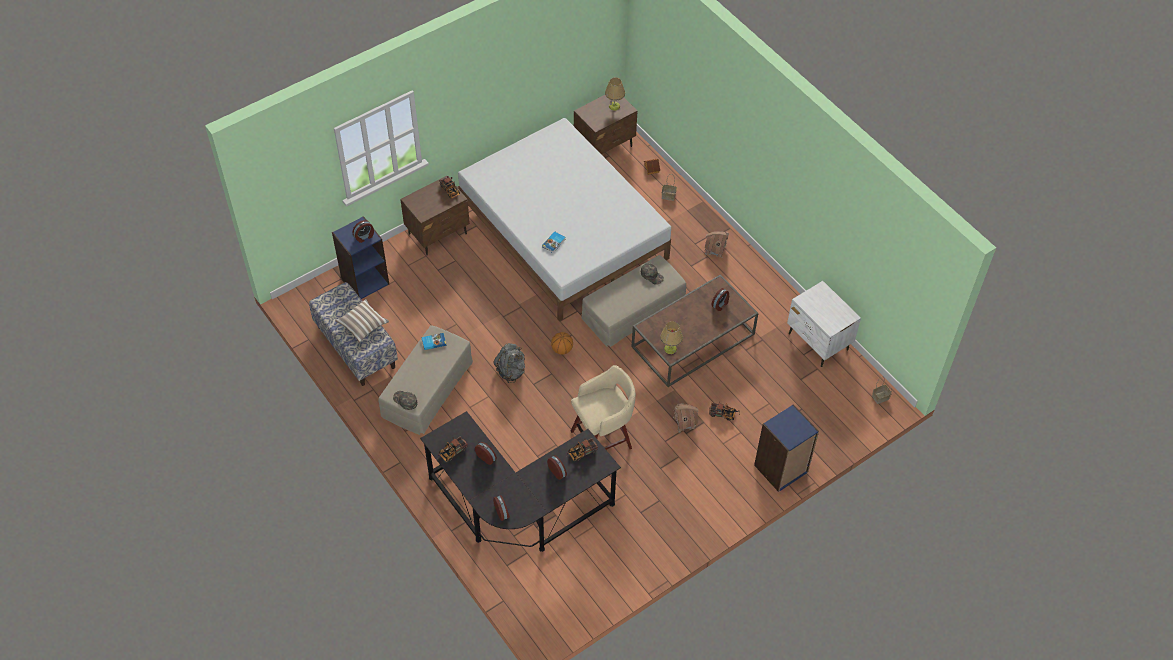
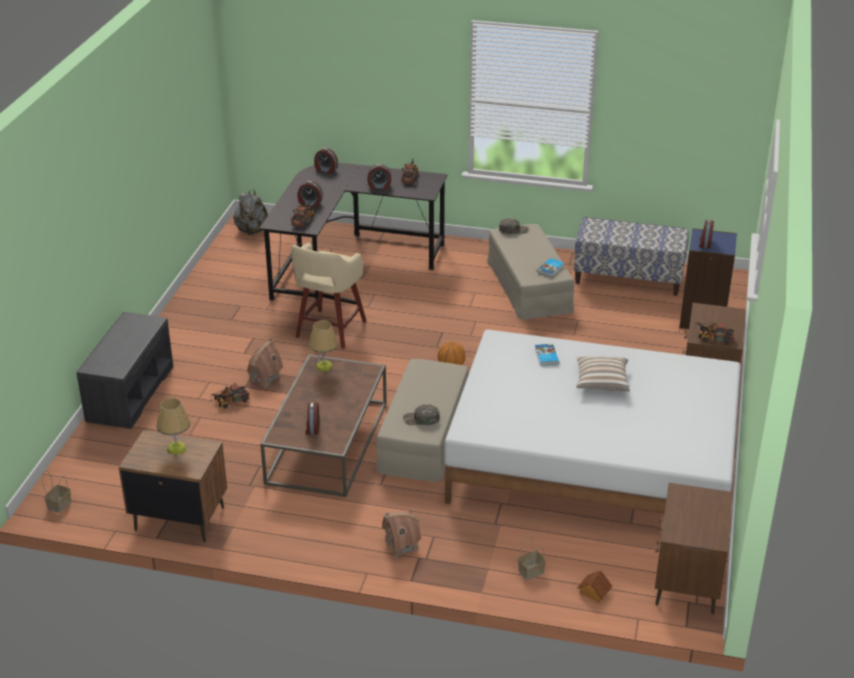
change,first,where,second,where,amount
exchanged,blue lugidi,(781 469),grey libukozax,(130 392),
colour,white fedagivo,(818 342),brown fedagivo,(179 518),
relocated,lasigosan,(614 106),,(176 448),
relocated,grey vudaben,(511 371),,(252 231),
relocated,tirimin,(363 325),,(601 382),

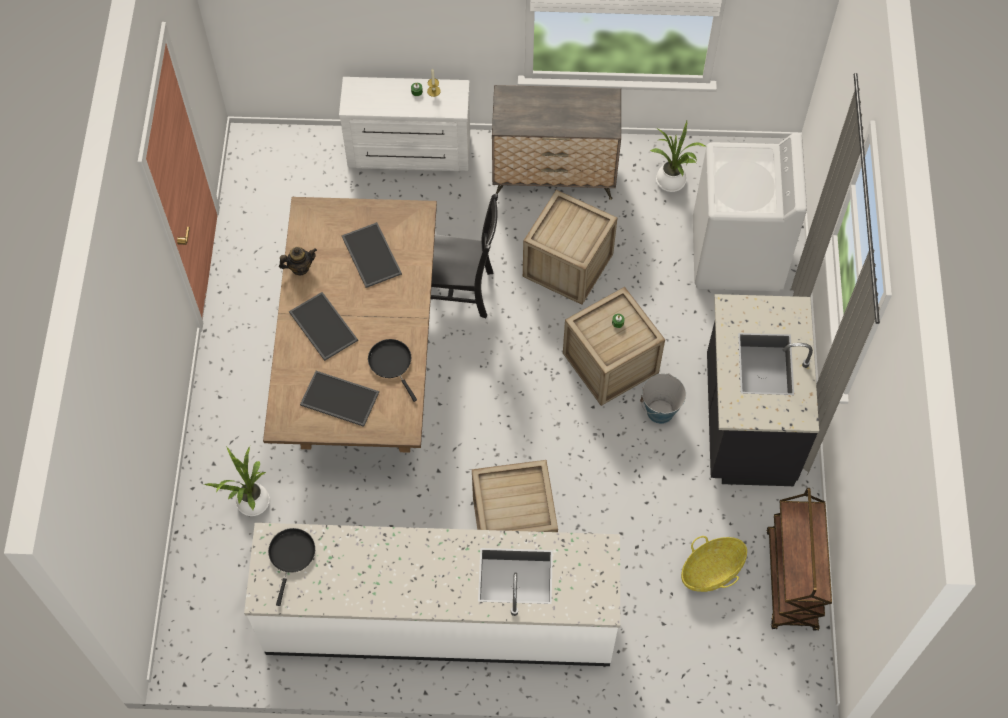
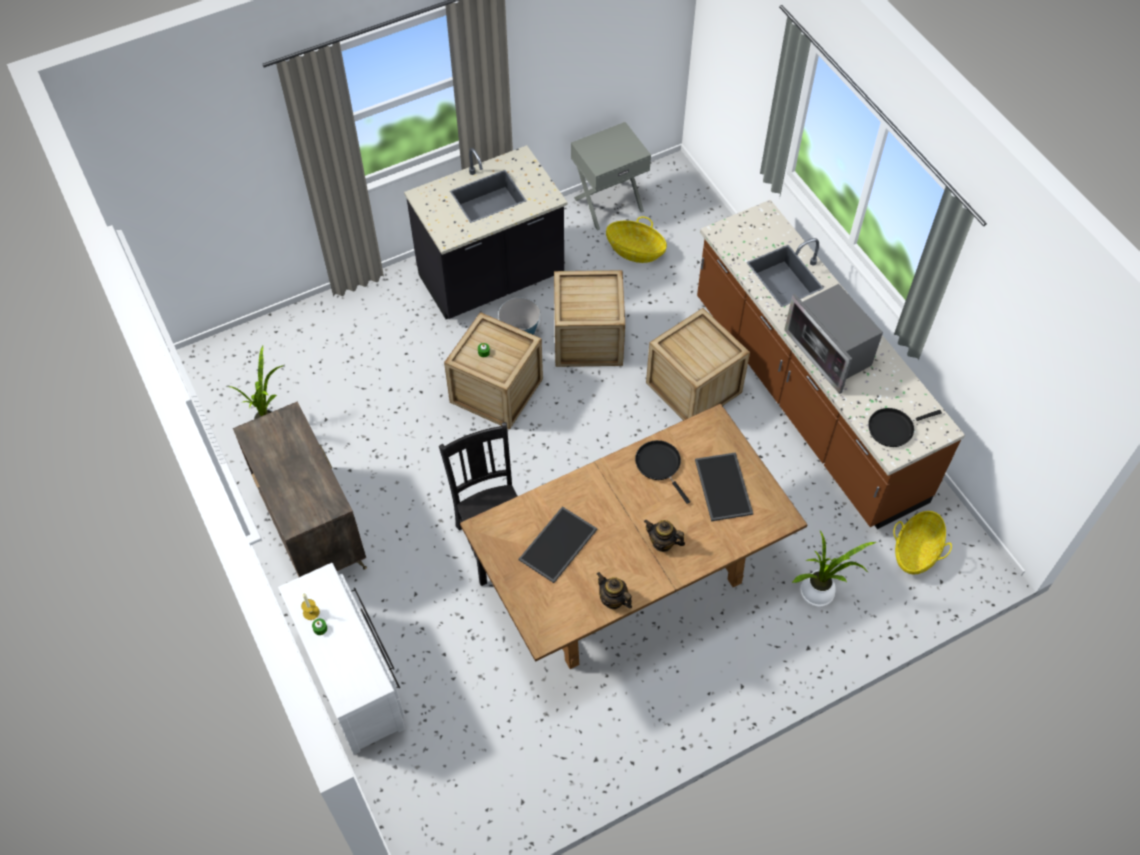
change,first,where,second,where,amount
relocated,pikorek,(568 265),,(588 339),
exchanged,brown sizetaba,(791 581),grey fedagivo,(608 203),
spun,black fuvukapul,(391 363),,(660 465),120 degrees clockwise
exchanged,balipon,(322 326),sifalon,(662 543),
colour,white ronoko,(439 618),brown ronoko,(805 399),
appeared,,,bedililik,(830 351),
appeared,,,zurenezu,(916 551),
missing,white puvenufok,(737 255),,,

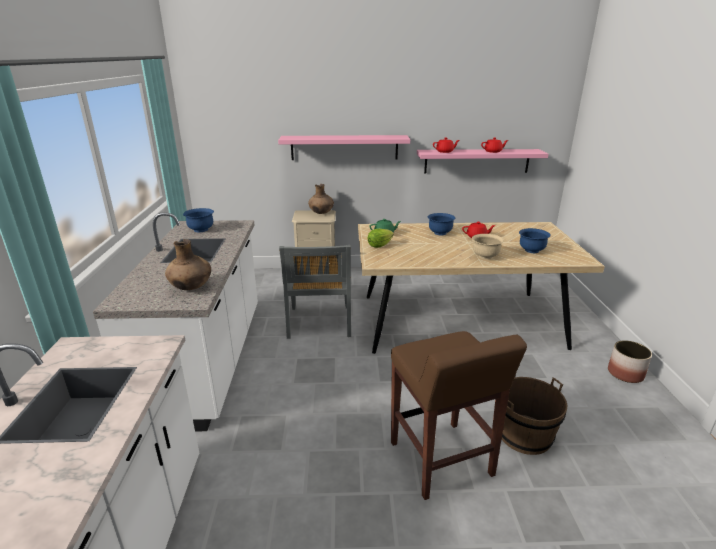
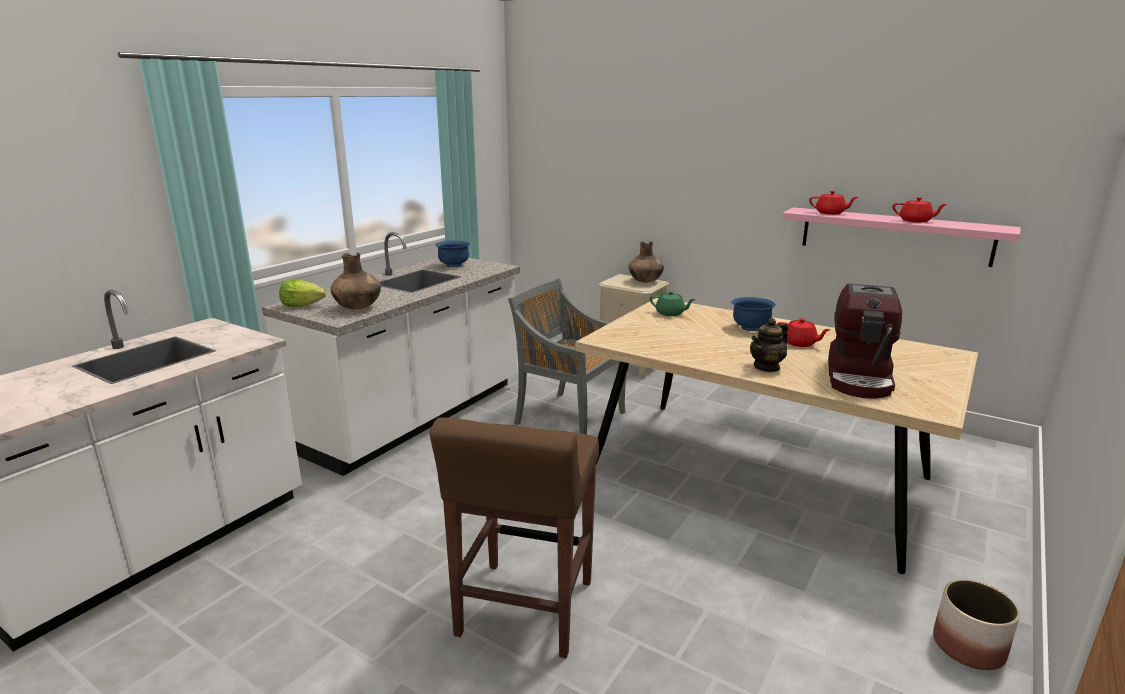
change,first,where,second,where,amount
relocated,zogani,(379 245),,(302 306),
spun,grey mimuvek,(319 323),,(569 417),90 degrees clockwise
exchanged,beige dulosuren,(485 256),sifalon,(767 367),
exchanged,blue dulosuren,(531 250),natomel,(860 378),
missing,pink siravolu,(344 147),,,
missing,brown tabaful,(524 435),,,

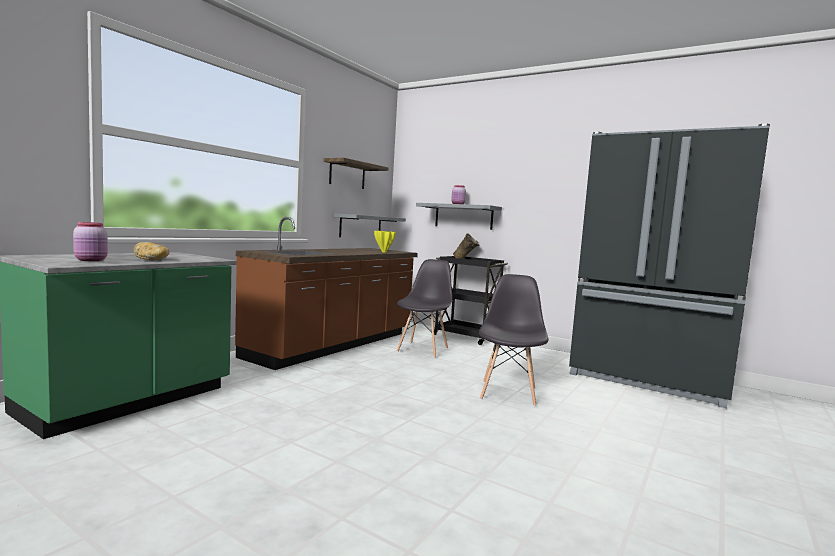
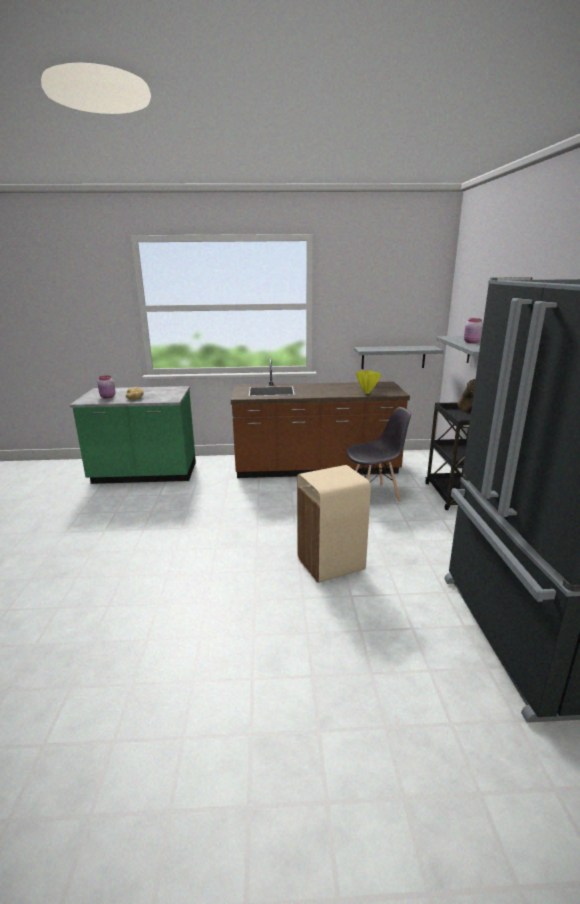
change,first,where,second,where,amount
exchanged,grey mimuvek,(508 393),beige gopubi,(331 564),
missing,siravolu,(347 174),,,

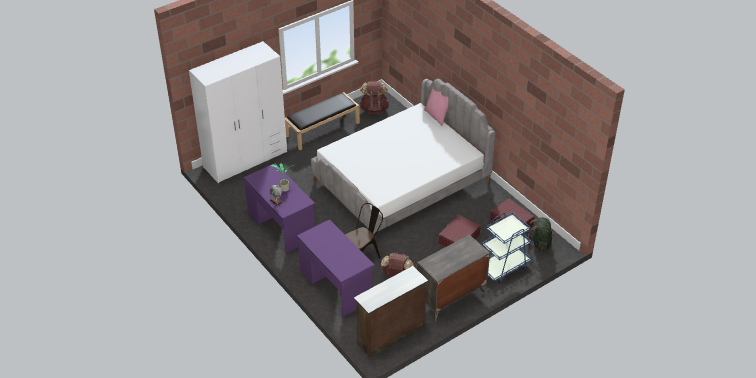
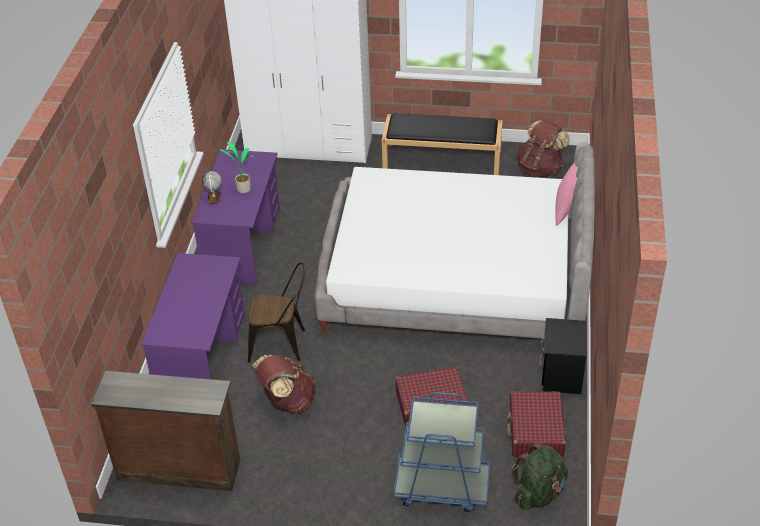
change,first,where,second,where,amount
appeared,,,black fedagivo,(561 375),
missing,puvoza,(450 297),,,

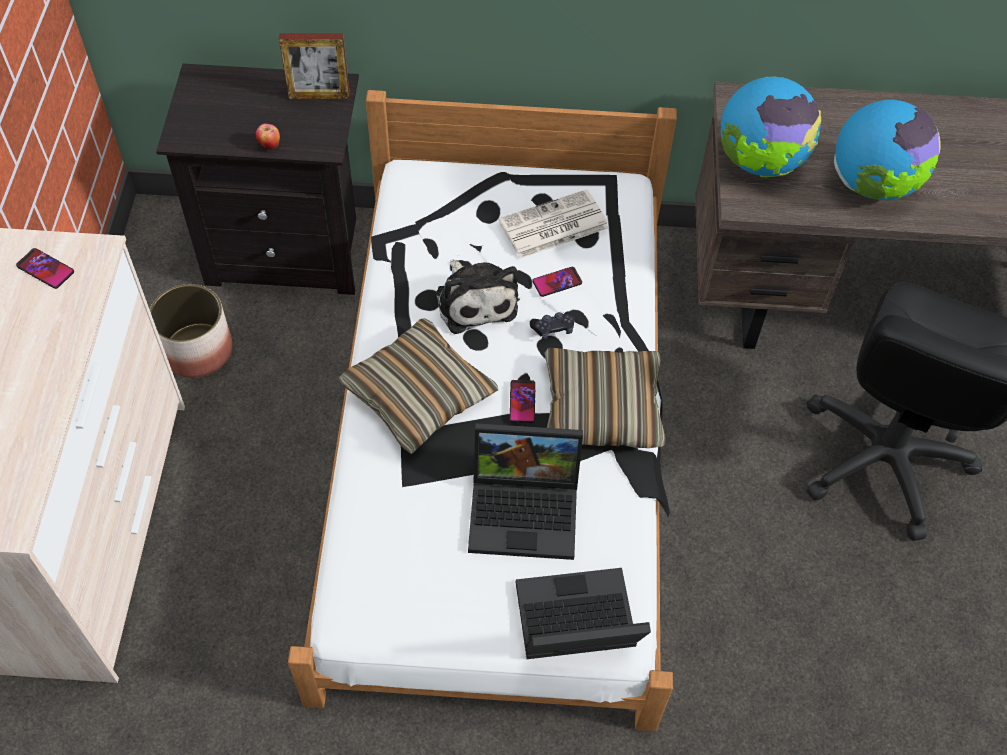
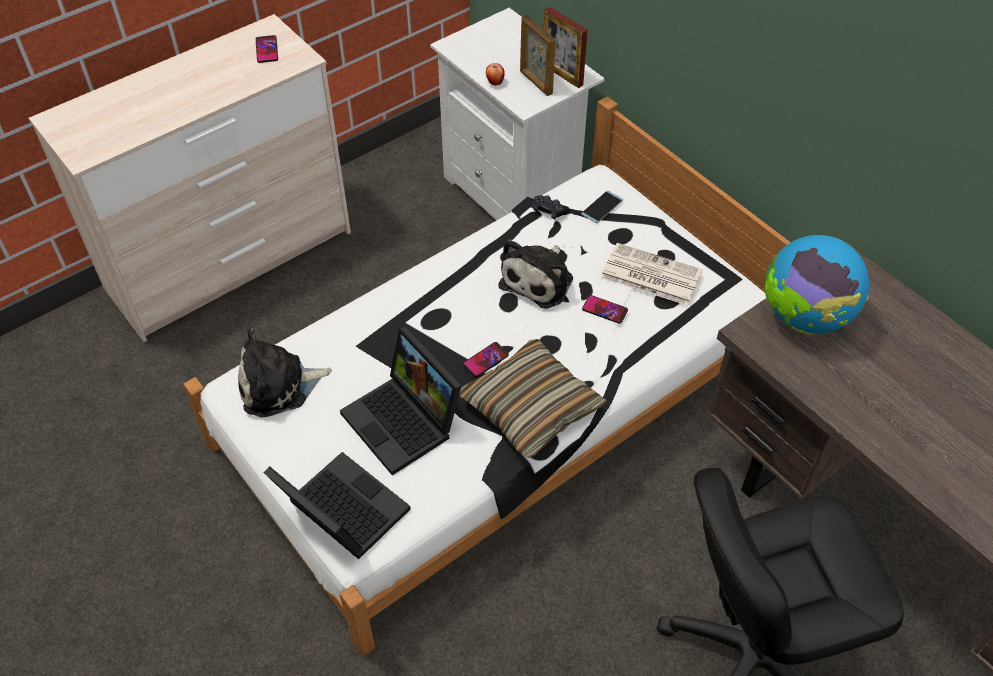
change,first,where,second,where,amount
appeared,,,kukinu,(279 385),
colour,black fedagivo,(289 250),white fedagivo,(515 193),
appeared,,,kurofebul,(535 82),
relocated,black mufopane,(553 328),,(549 211),
appeared,,,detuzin,(602 207),
missing,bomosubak,(198 350),,,
missing,tirimin,(418 394),,,
missing,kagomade,(873 185),,,

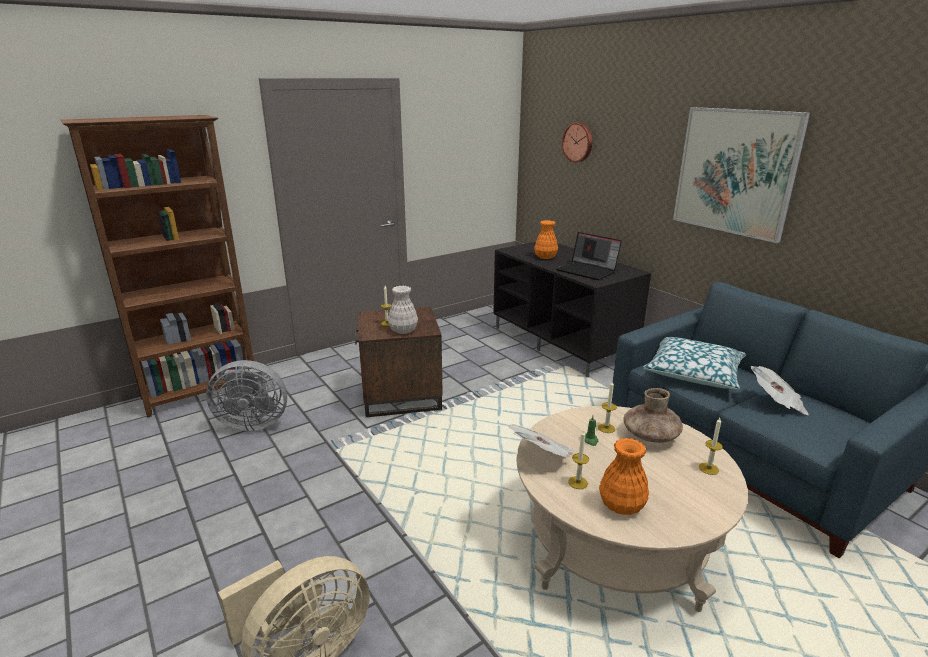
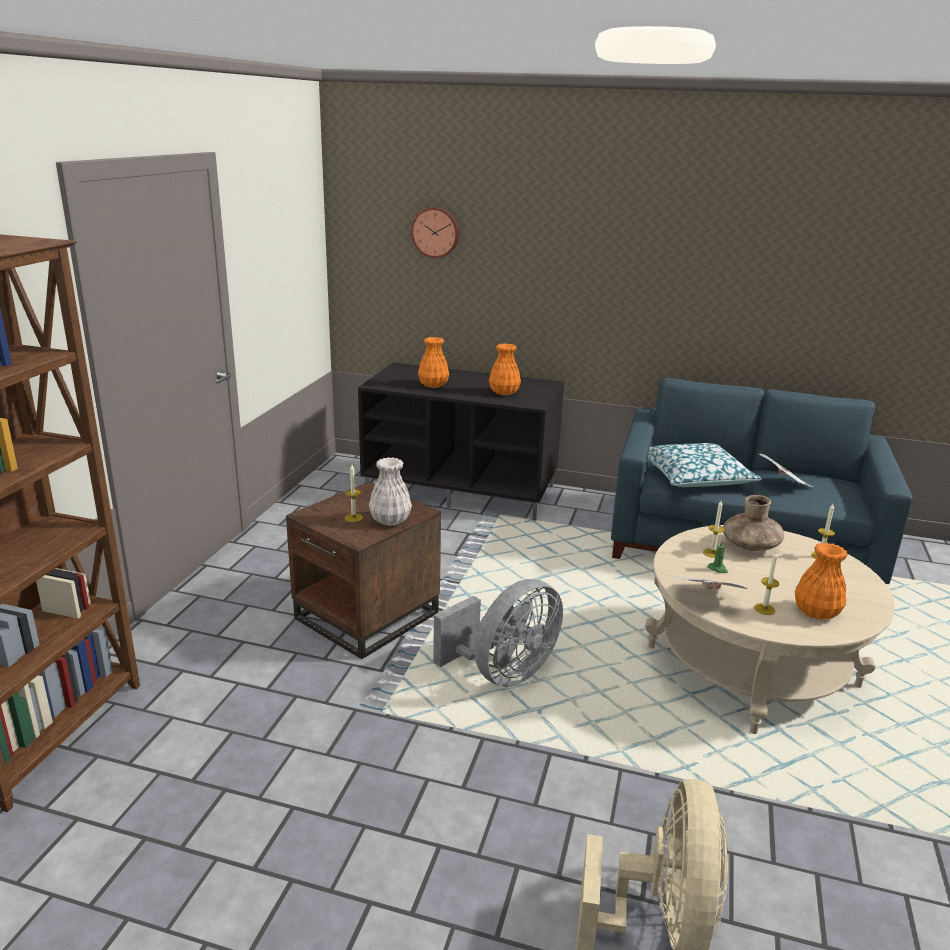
change,first,where,second,where,amount
relocated,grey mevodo,(252 423),,(503 673),
exchanged,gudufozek,(587 271),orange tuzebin,(504 392),
missing,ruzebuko,(735 172),,,

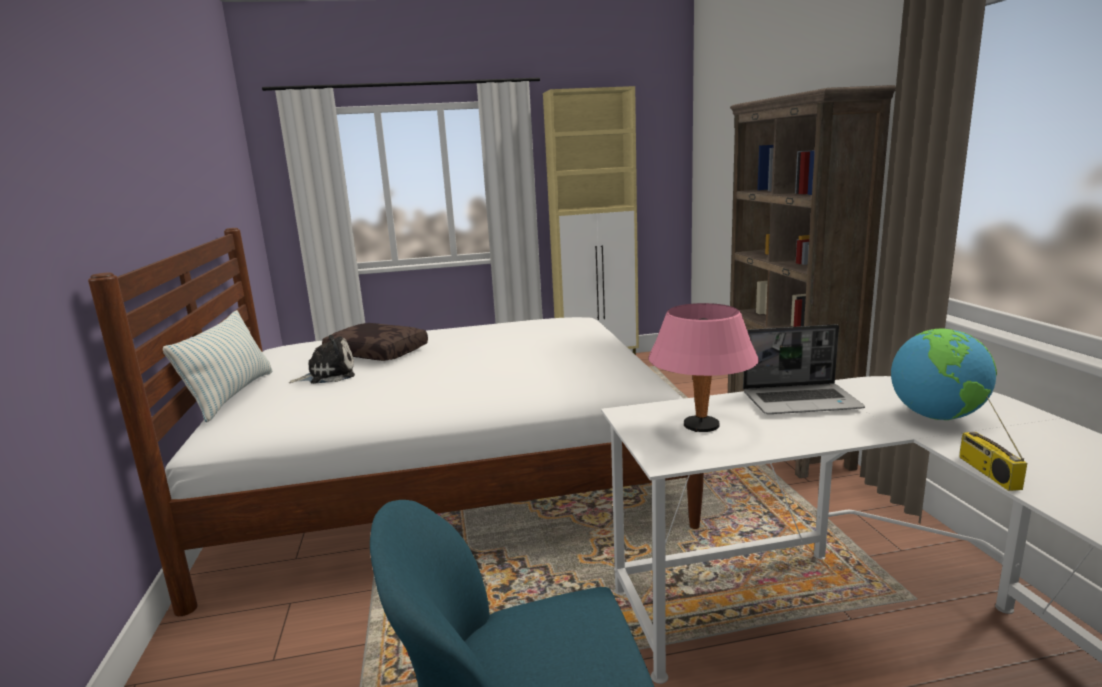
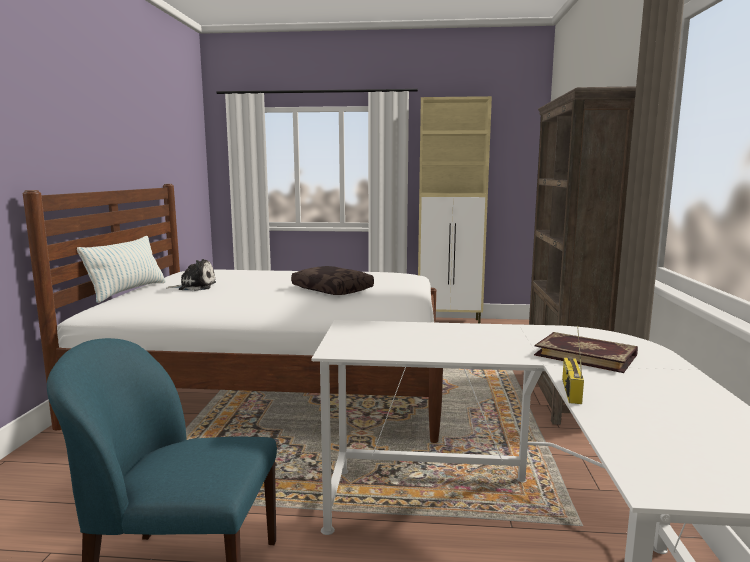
change,first,where,second,where,amount
relocated,brown tirimin,(378 352),,(333 289),
exchanged,kagomade,(936 416),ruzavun,(586 355),
missing,pink lasigosan,(702 426),,,
missing,gudufozek,(801 401),,,

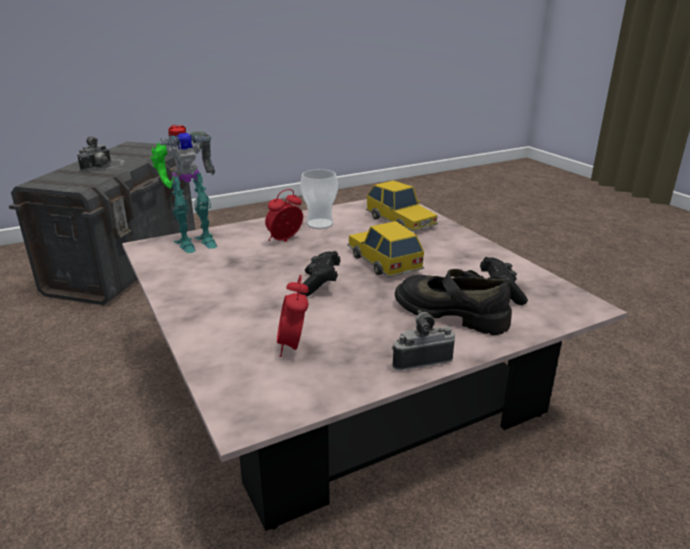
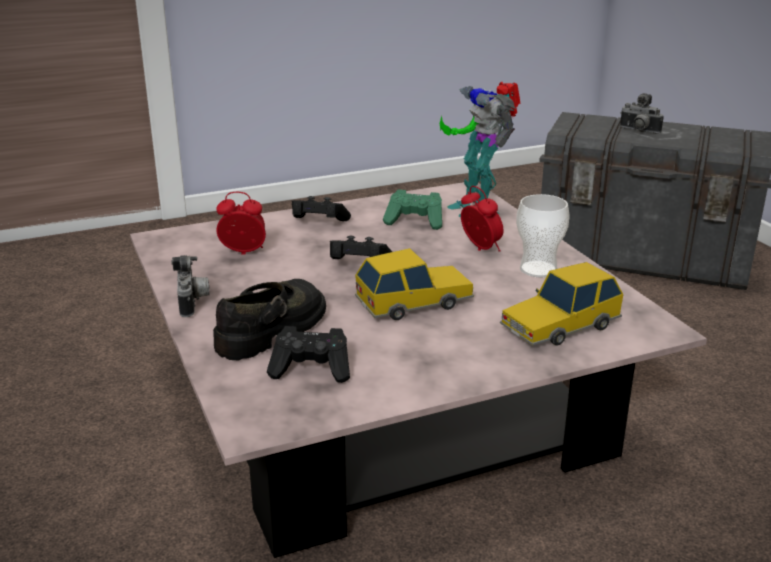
change,first,where,second,where,amount
appeared,,,black mufopane,(318 223),
appeared,,,green mufopane,(415 221),

